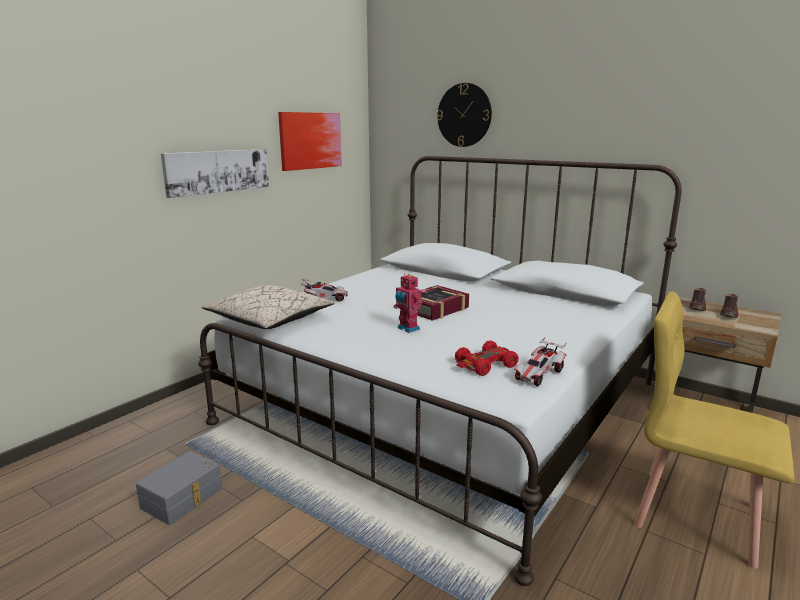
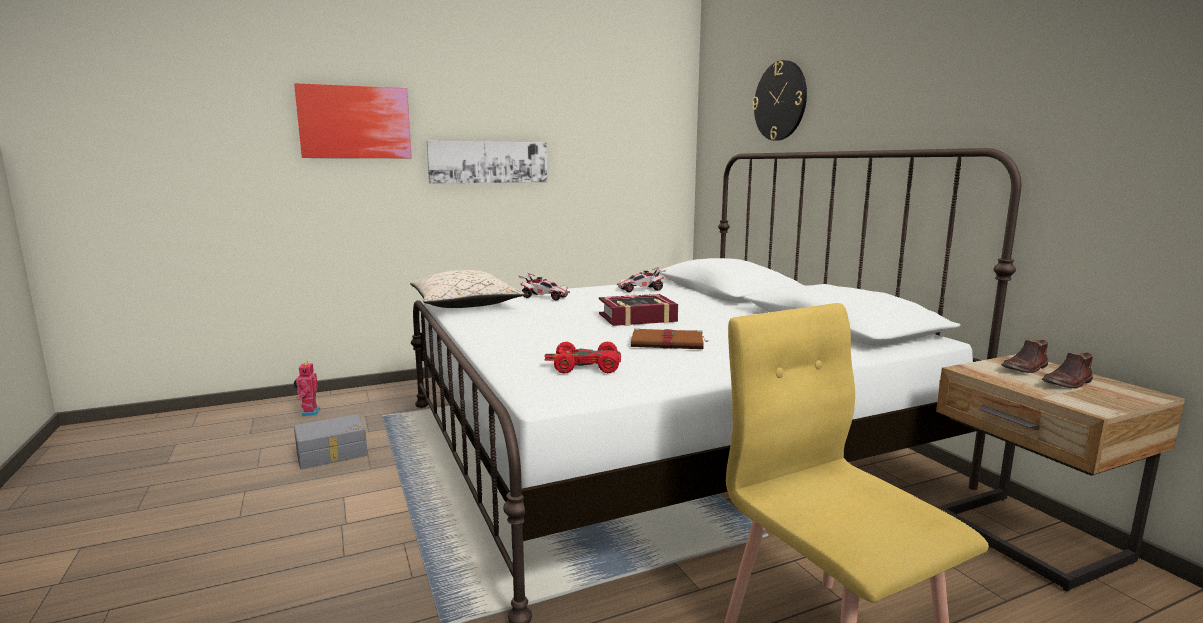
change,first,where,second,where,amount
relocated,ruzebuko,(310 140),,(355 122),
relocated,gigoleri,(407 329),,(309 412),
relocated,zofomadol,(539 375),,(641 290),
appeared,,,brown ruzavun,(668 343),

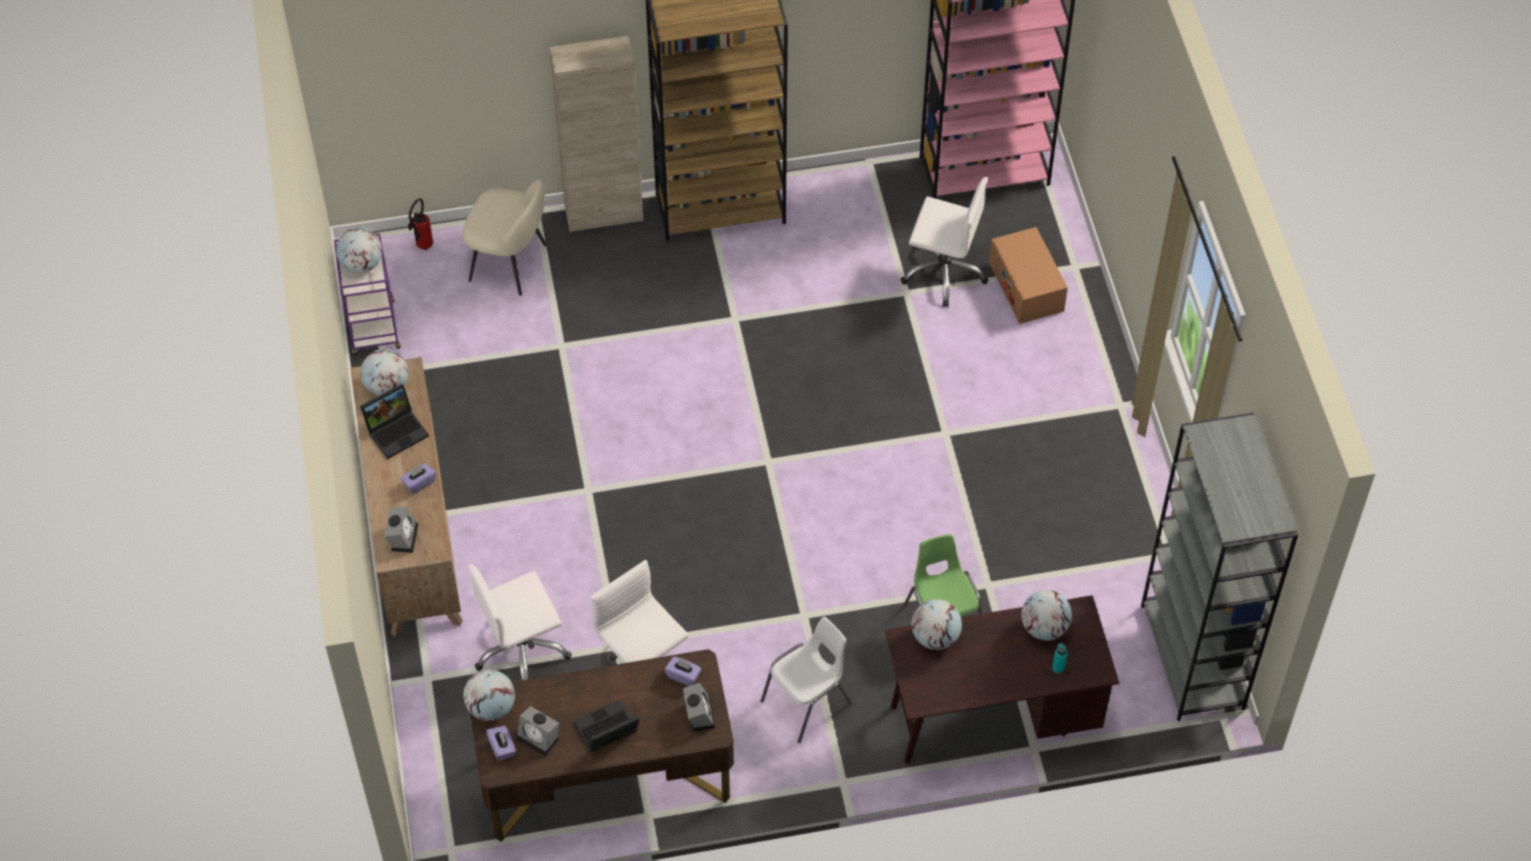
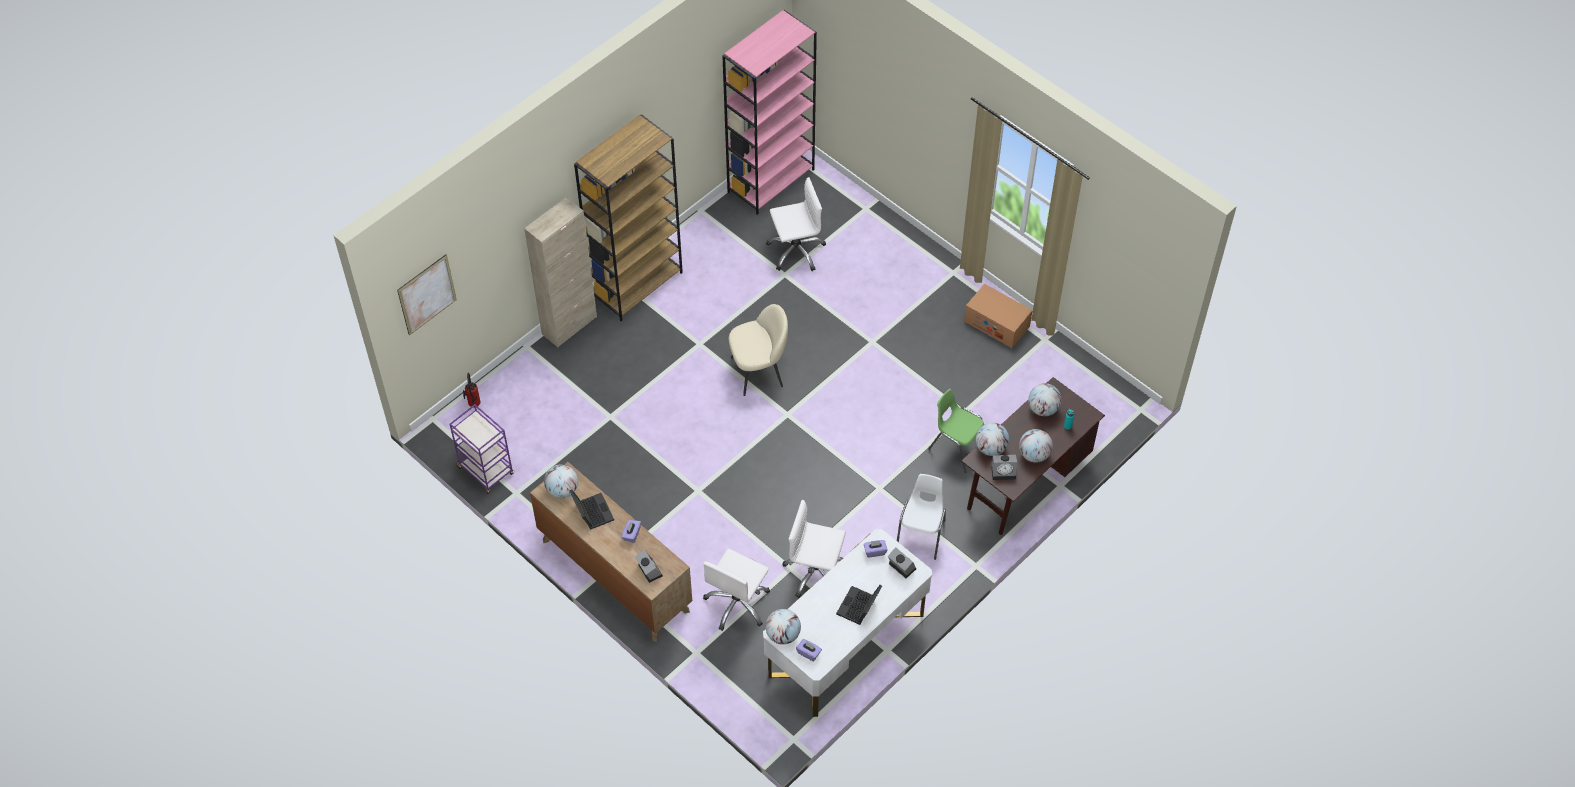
change,first,where,second,where,amount
appeared,,,ruzebuko,(427 294),
spun,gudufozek,(397 430),,(591 512),45 degrees counterclockwise
relocated,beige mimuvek,(510 263),,(758 371),
colour,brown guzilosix,(606 778),white guzilosix,(846 644),
relocated,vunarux,(1026 287),,(997 323),
relocated,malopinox,(540 738),,(1004 472),
relocated,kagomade,(361 264),,(1034 455),
missing,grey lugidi,(1193 657),,,

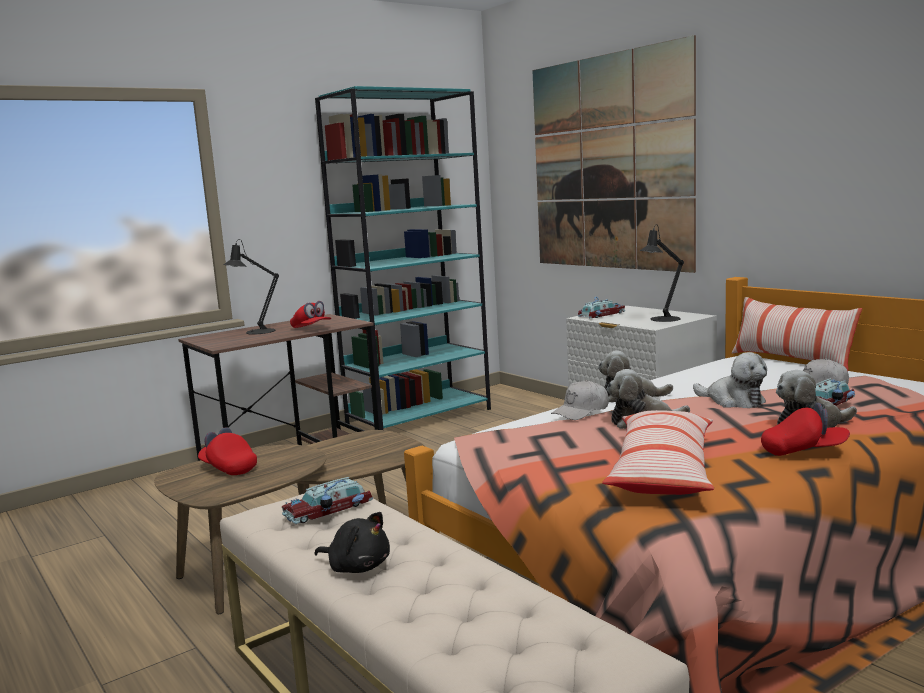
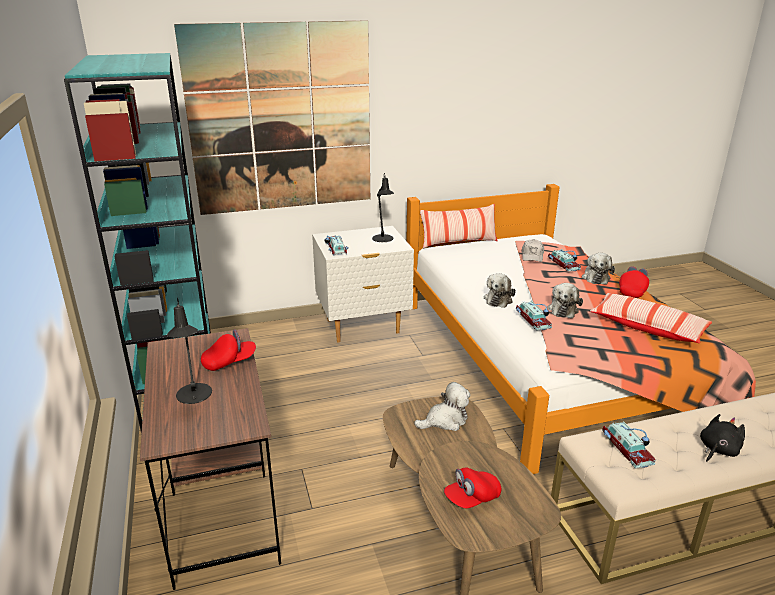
change,first,where,second,where,amount
relocated,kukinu,(733 401),,(445 420),
exchanged,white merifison,(581 411),zofomadol,(533 319),

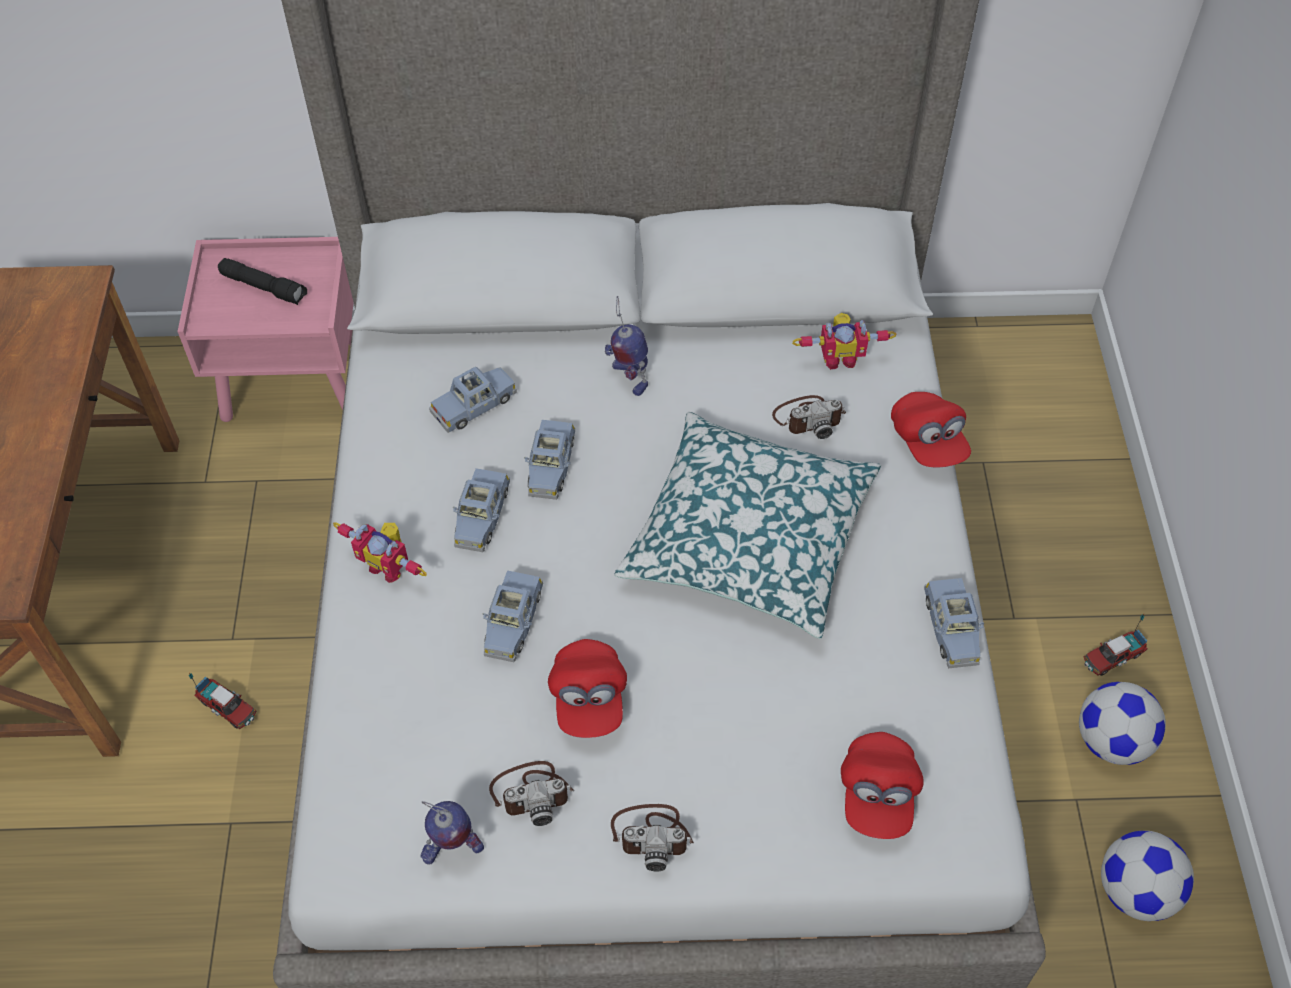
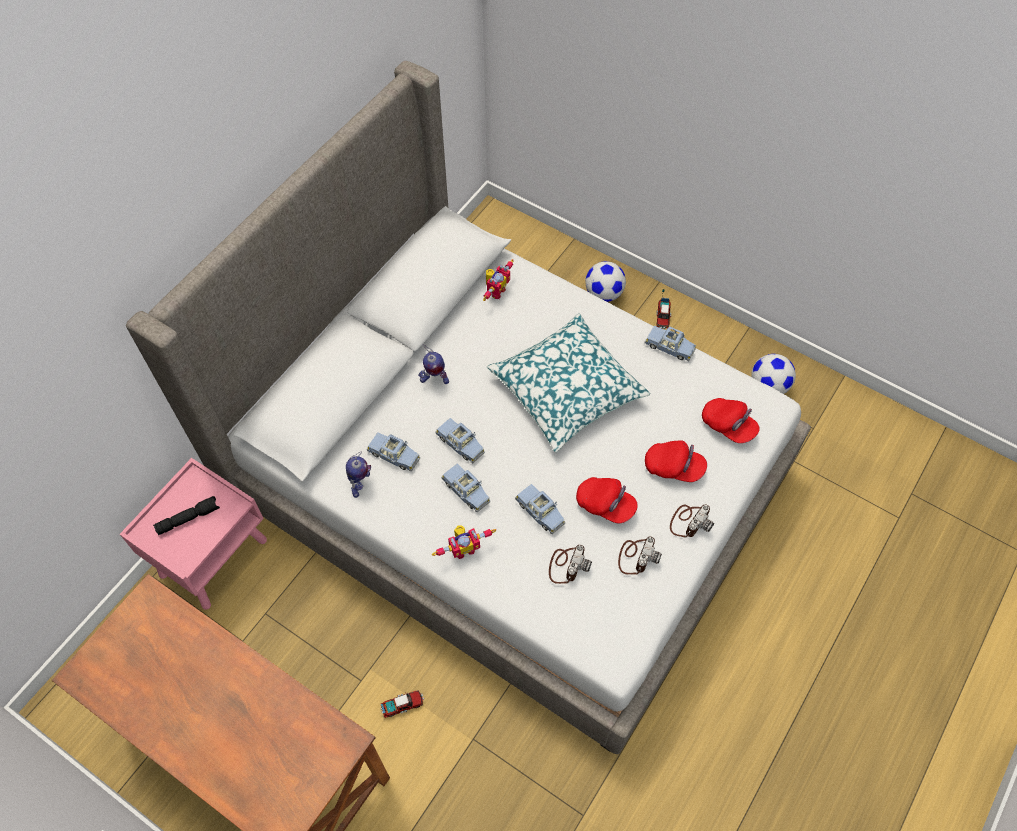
change,first,where,second,where,amount
relocated,gigoleri,(452 850),,(360 484),
spun,blue zofomadol,(474 405),,(394 455),120 degrees clockwise
relocated,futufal,(808 418),,(567 565),
relocated,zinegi,(1112 741),,(603 293),
relocated,red merifison,(928 442),,(673 467),

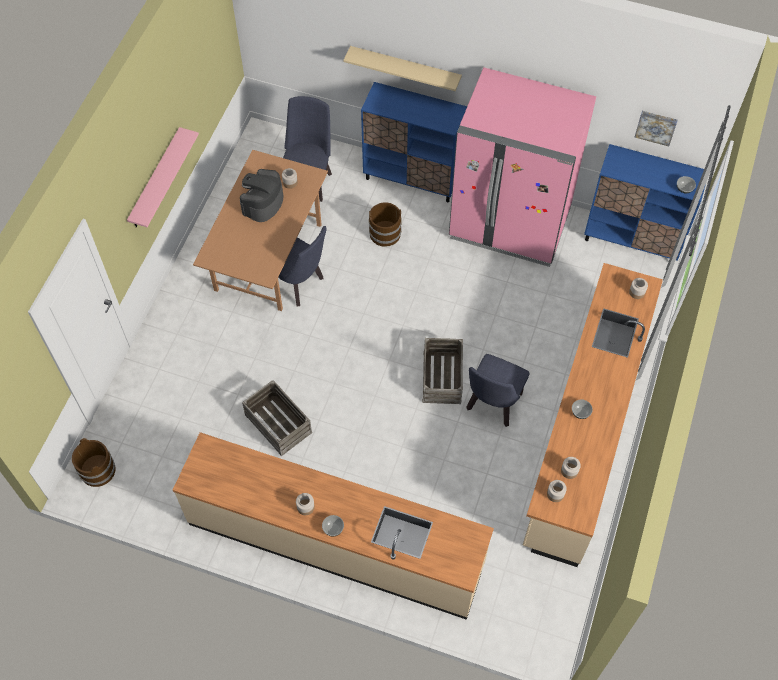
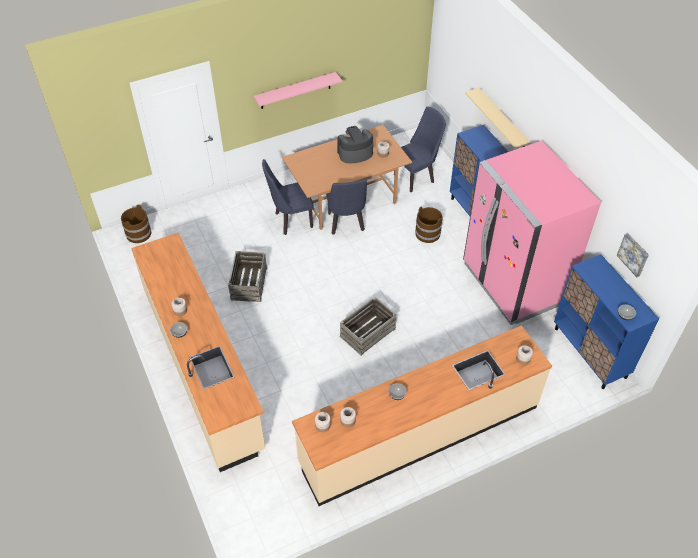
change,first,where,second,where,amount
relocated,blue mimuvek,(492 406),,(290 221),

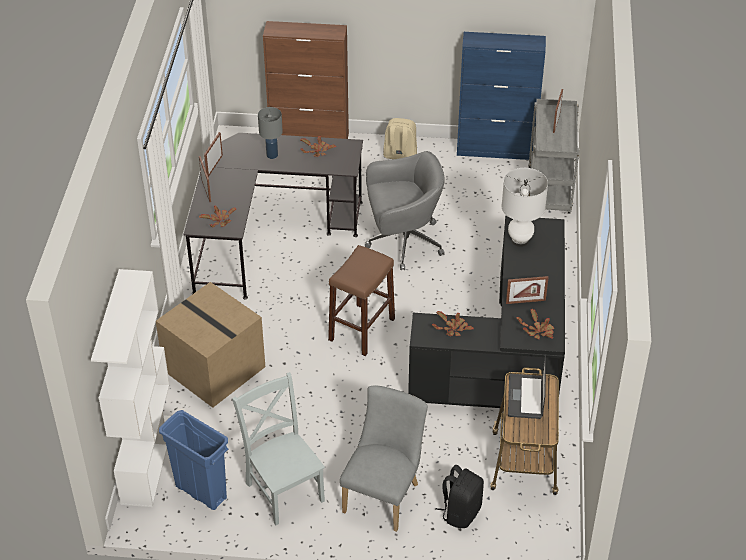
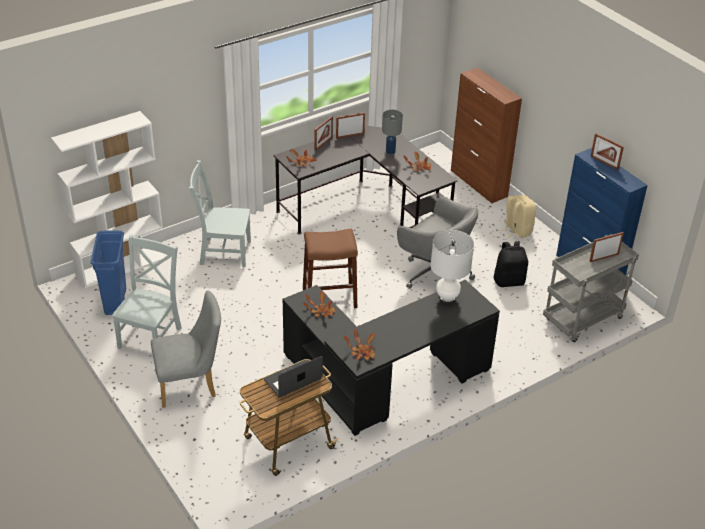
change,first,where,second,where,amount
exchanged,vunarux,(212 368),grey mimuvek,(222 252),
relocated,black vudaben,(460 512),,(509 281),
relocated,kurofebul,(525 301),,(604 162),

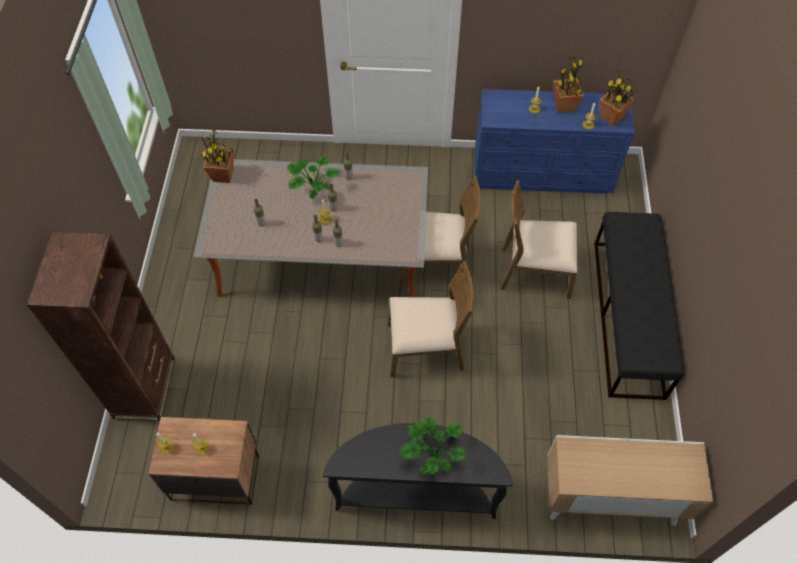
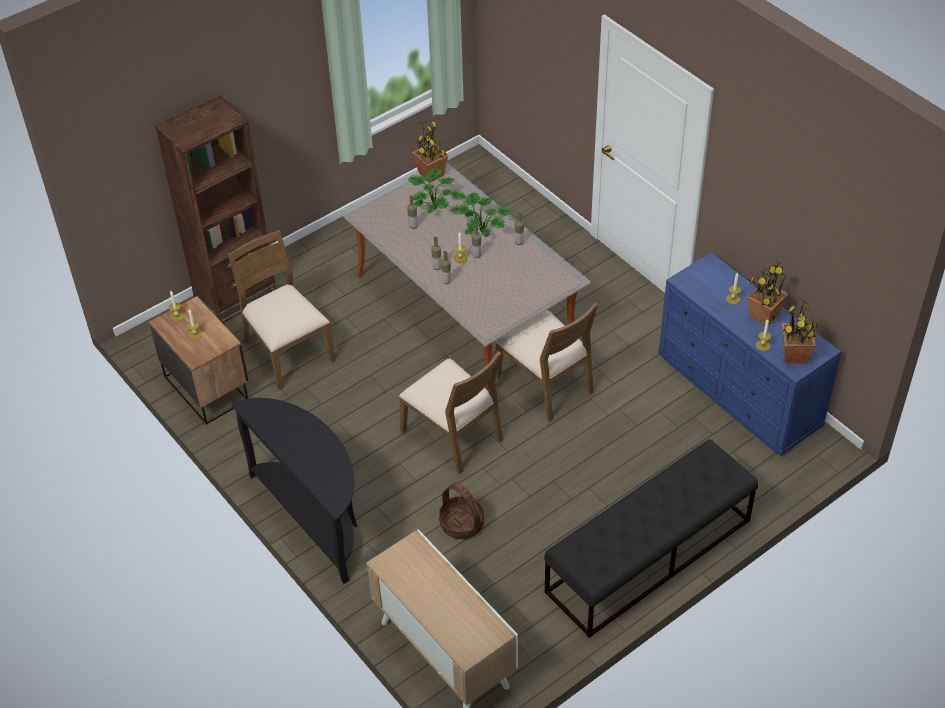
change,first,where,second,where,amount
relocated,brown mimuvek,(534 271),,(287 351),
relocated,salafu,(432 454),,(436 207),
appeared,,,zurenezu,(461 523),

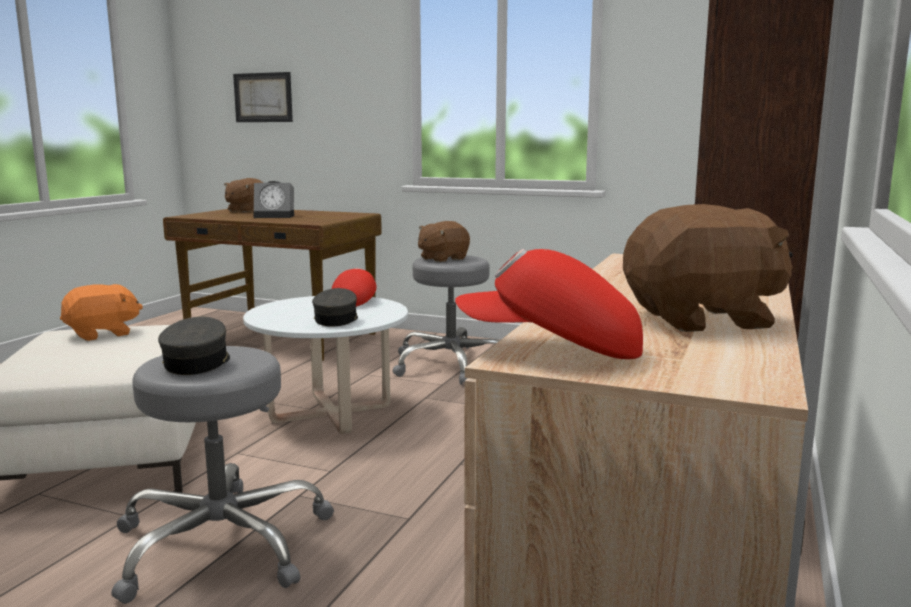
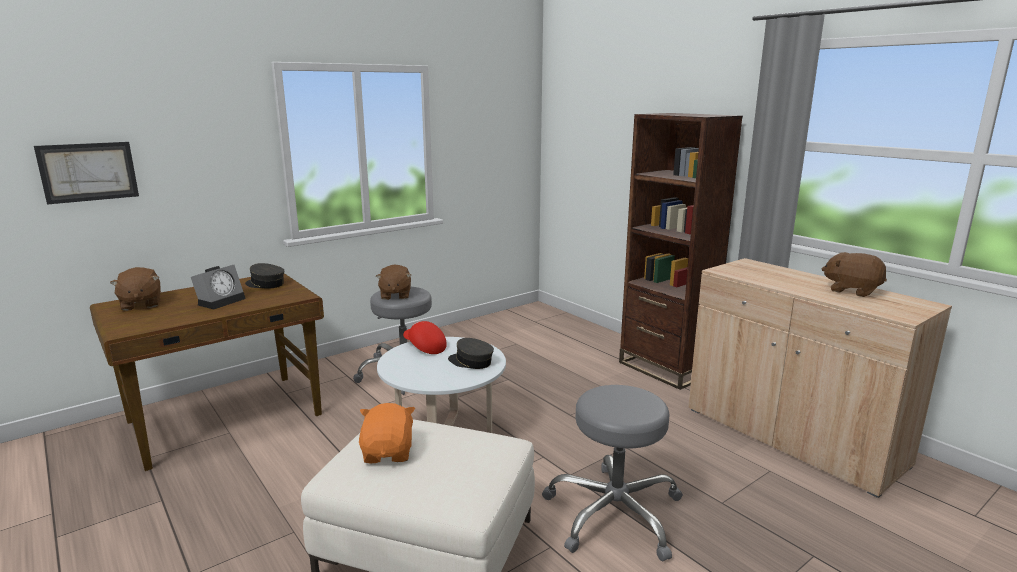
change,first,where,second,where,amount
relocated,grey merifison,(197 362),,(265 284),
spun,brown kukinu,(702 320),,(852 290),75 degrees counterclockwise
missing,red merifison,(551 350),,,

